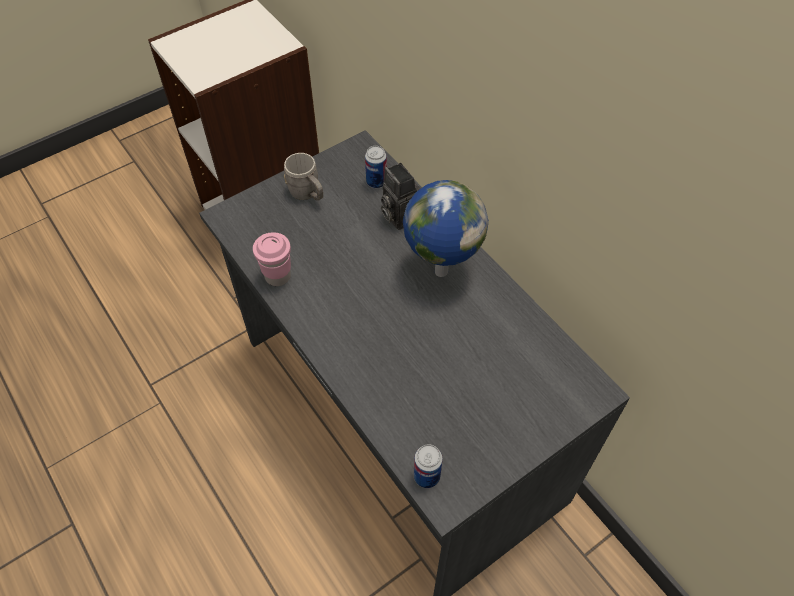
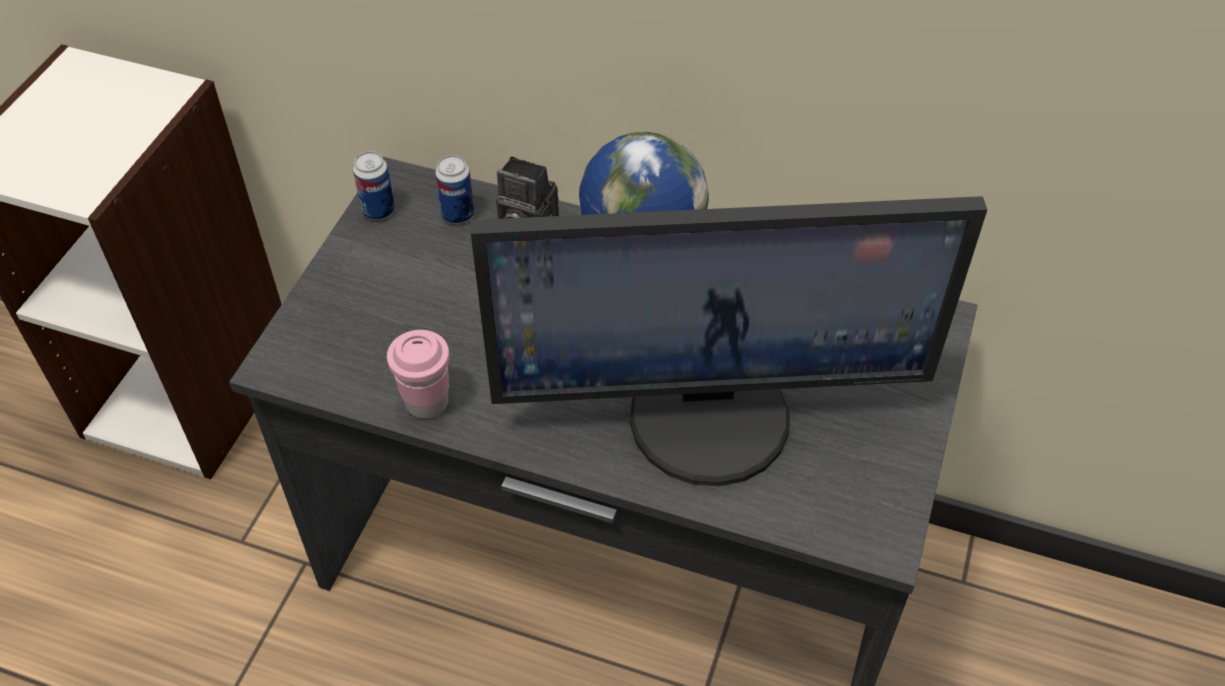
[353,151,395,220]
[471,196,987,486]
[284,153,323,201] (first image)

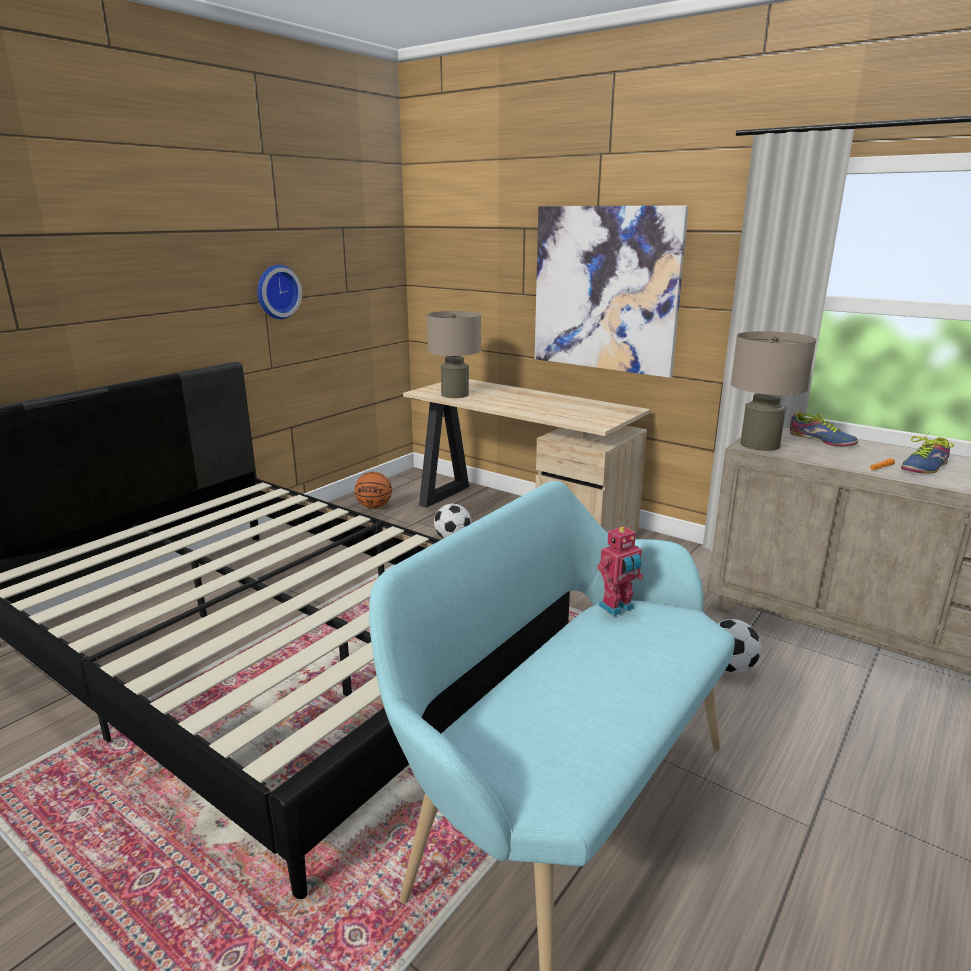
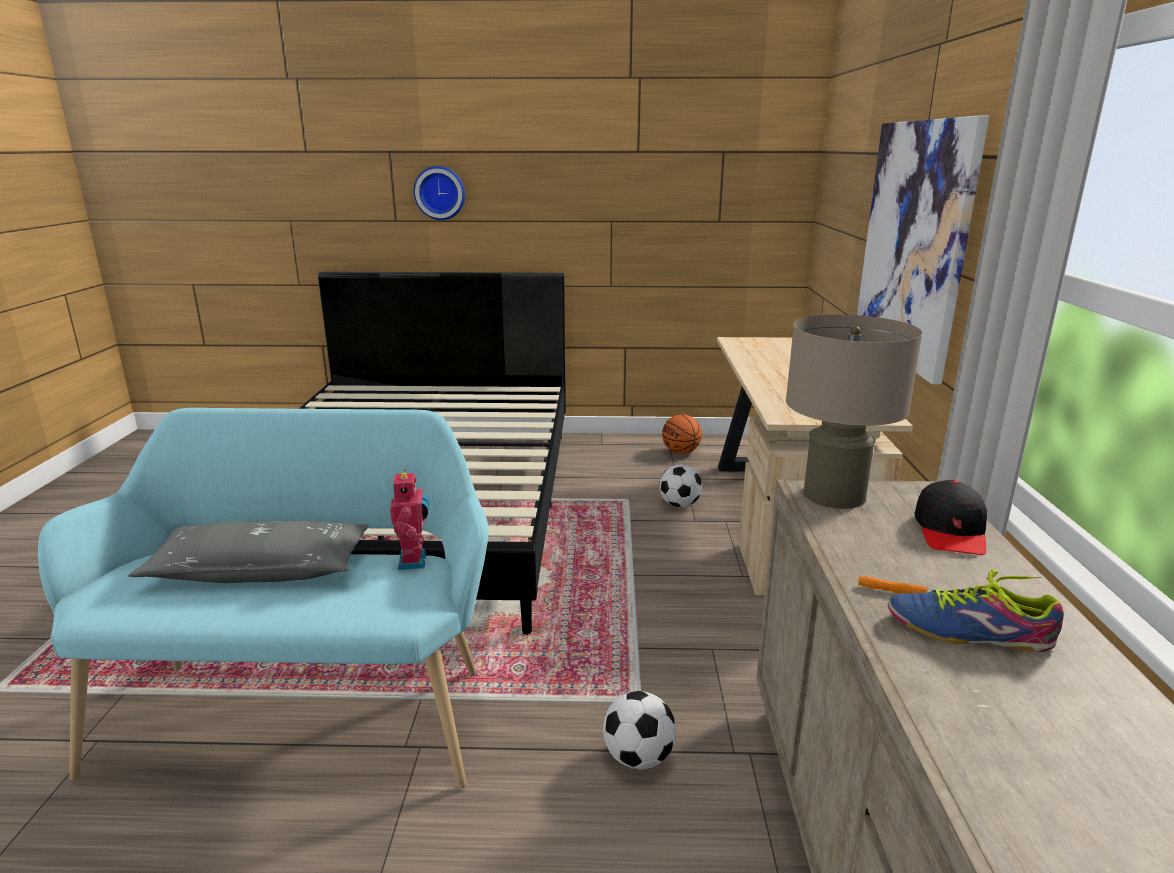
[128,521,368,583]
[390,469,430,570]
[414,166,465,220]
[914,480,987,555]
[427,311,481,398] (first image)

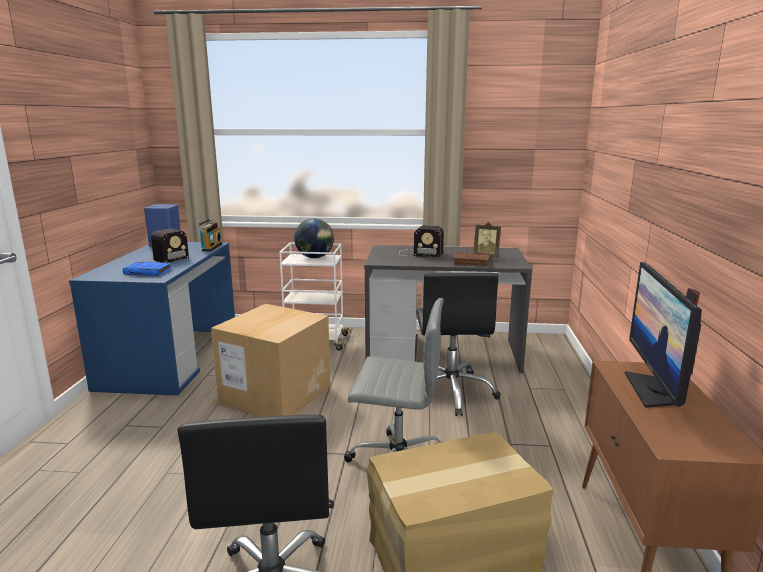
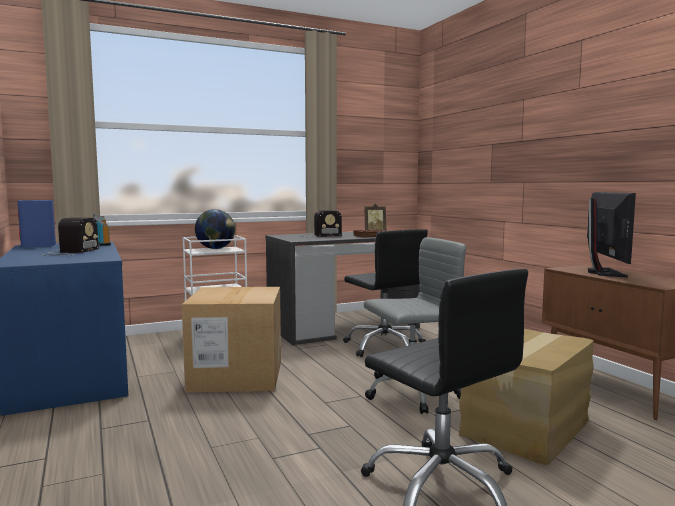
[587,192,636,278]
[123,261,172,276] (first image)

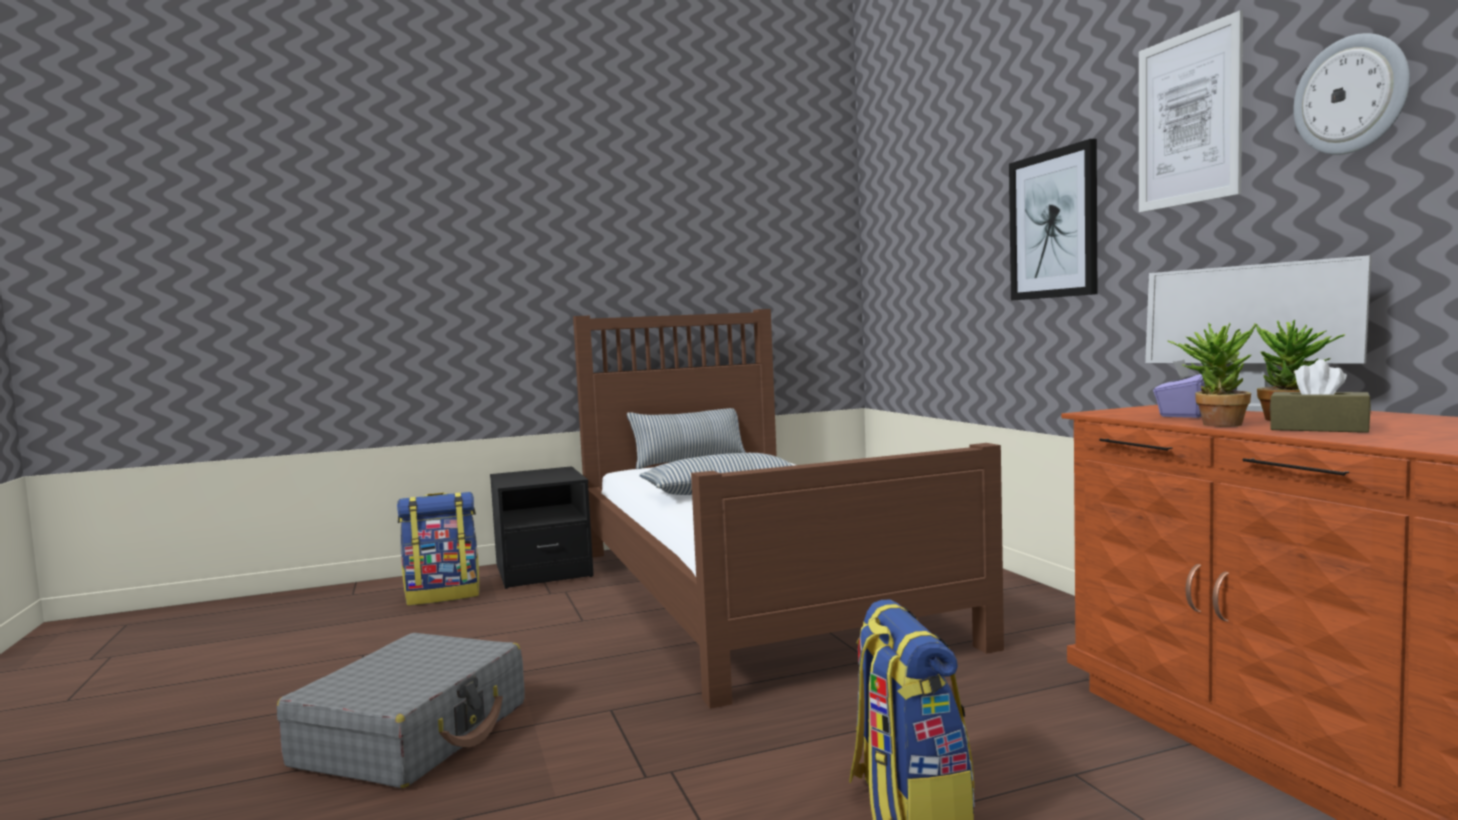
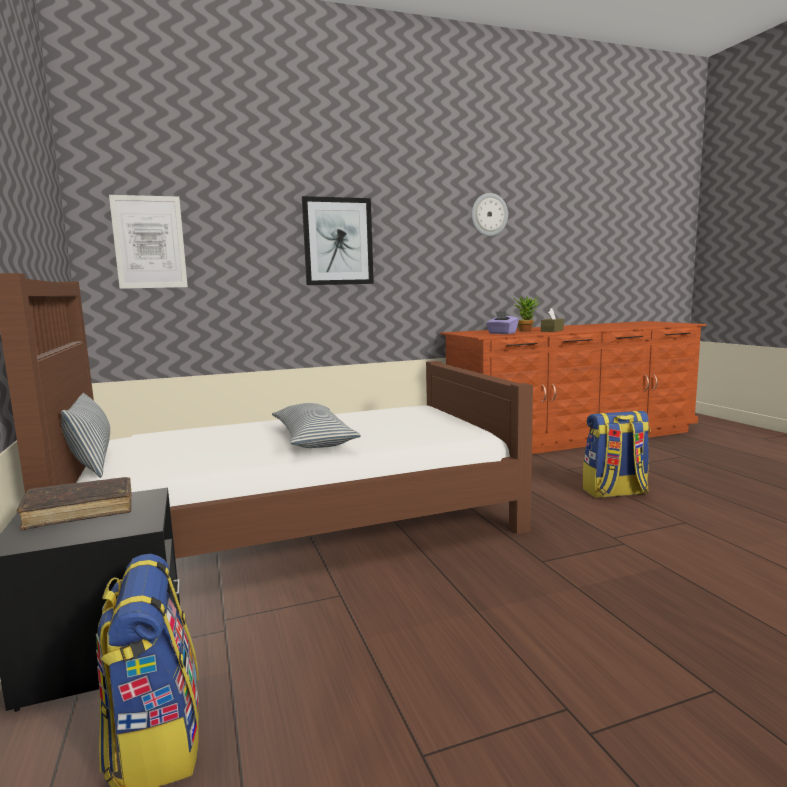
[17,477,132,530]
[109,195,188,289]
[277,633,524,788] (first image)
[1145,255,1372,412] (first image)
[1167,323,1257,427] (first image)

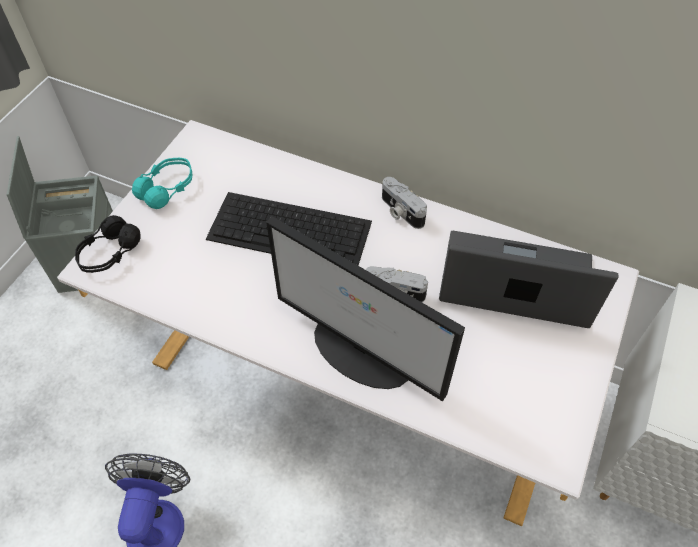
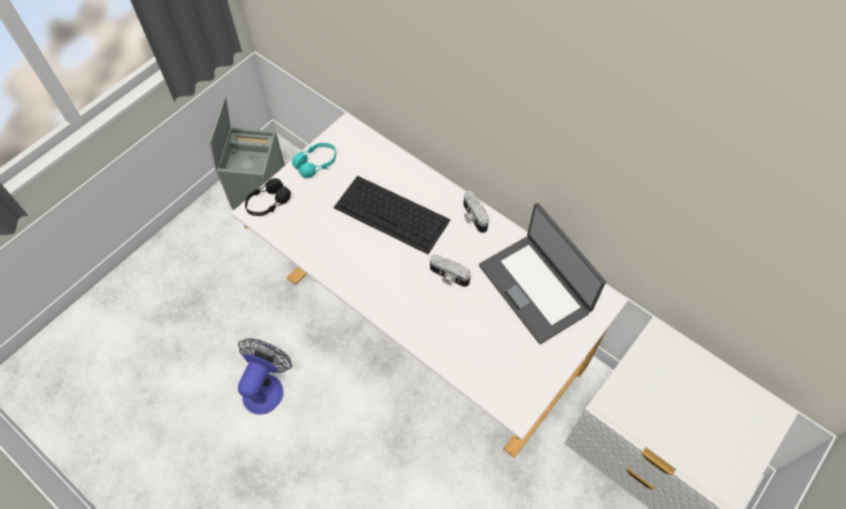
[479,203,606,344]
[266,216,465,401] (first image)

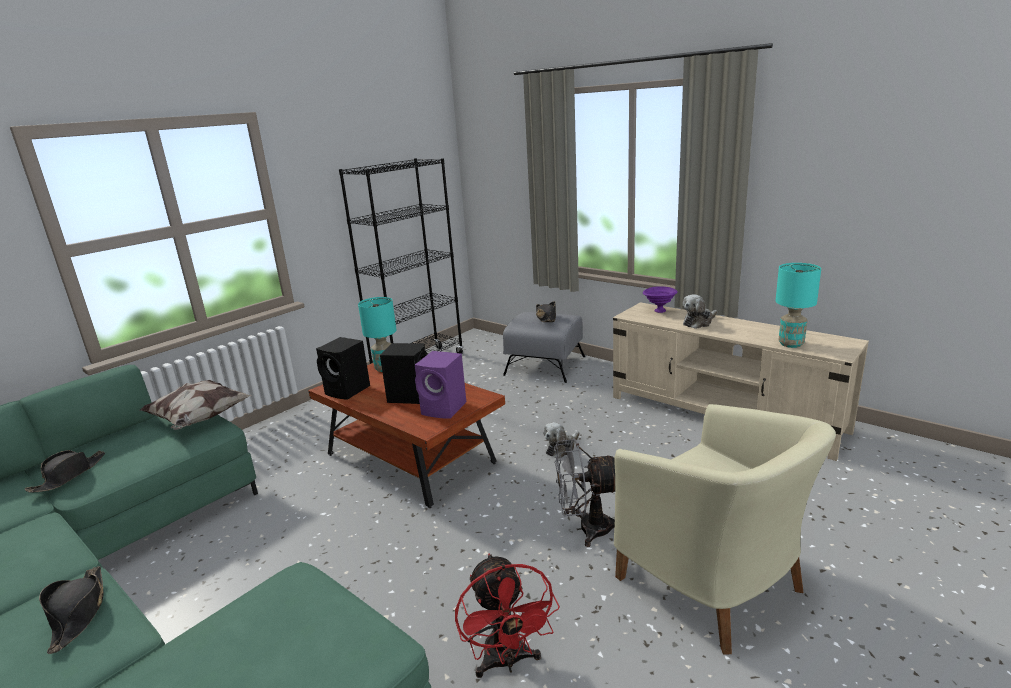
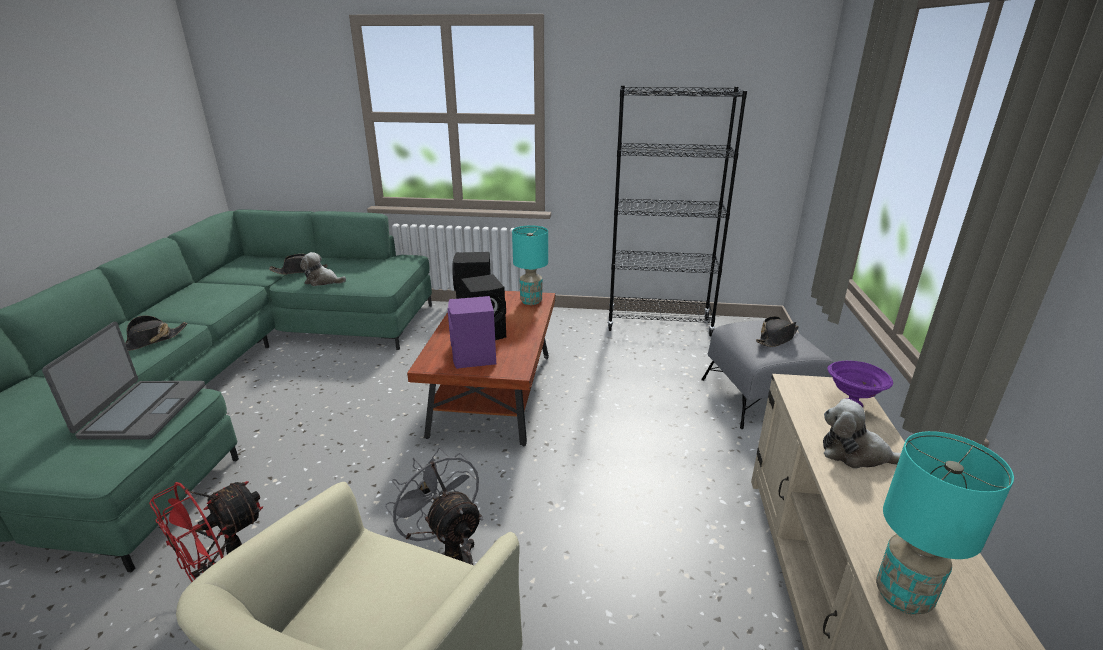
[42,321,205,439]
[300,252,346,286]
[140,380,252,430] (first image)

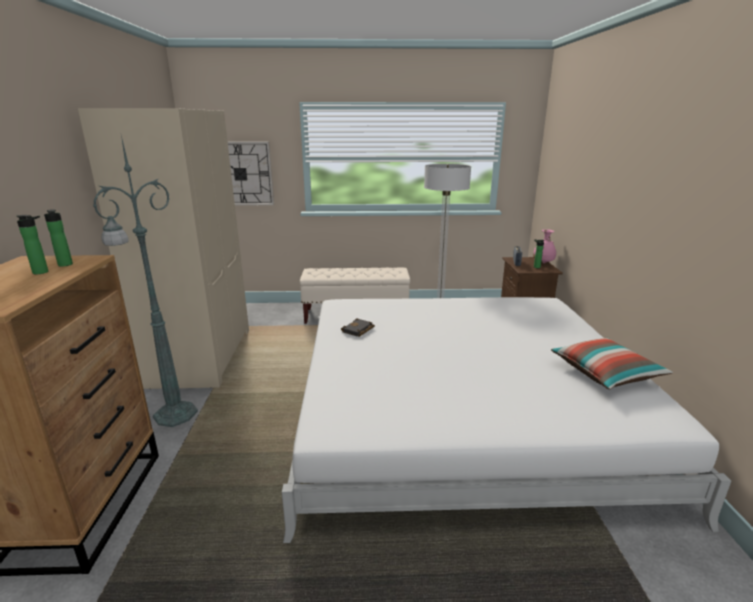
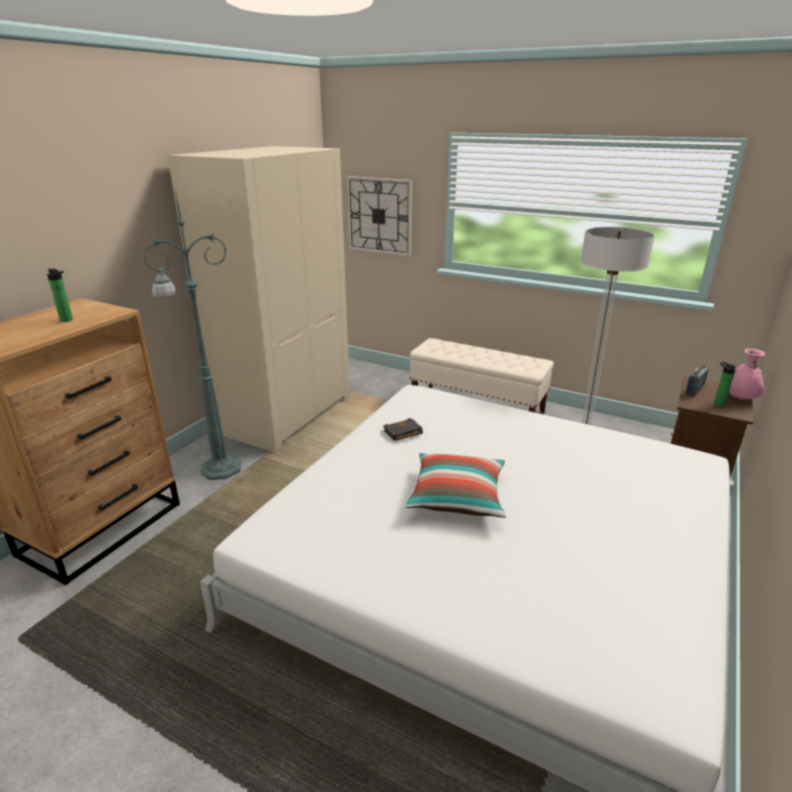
[406,453,506,518]
[44,209,73,267] (first image)

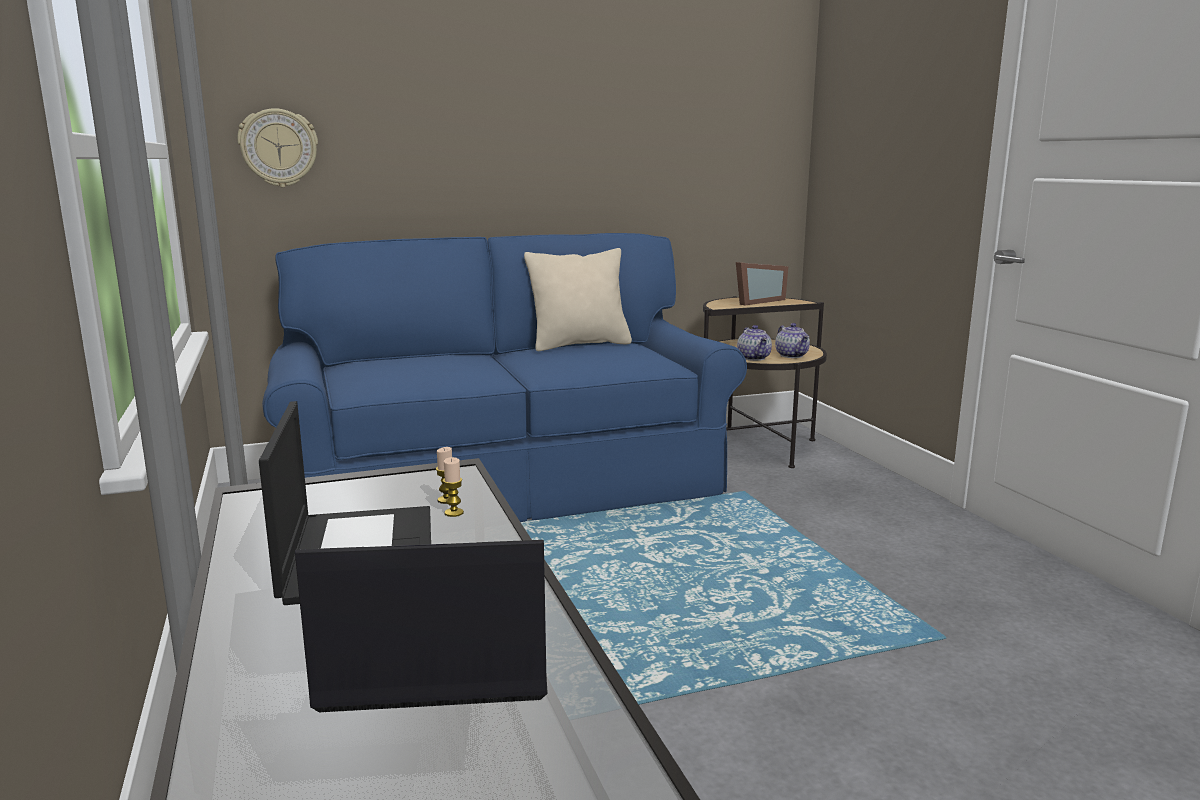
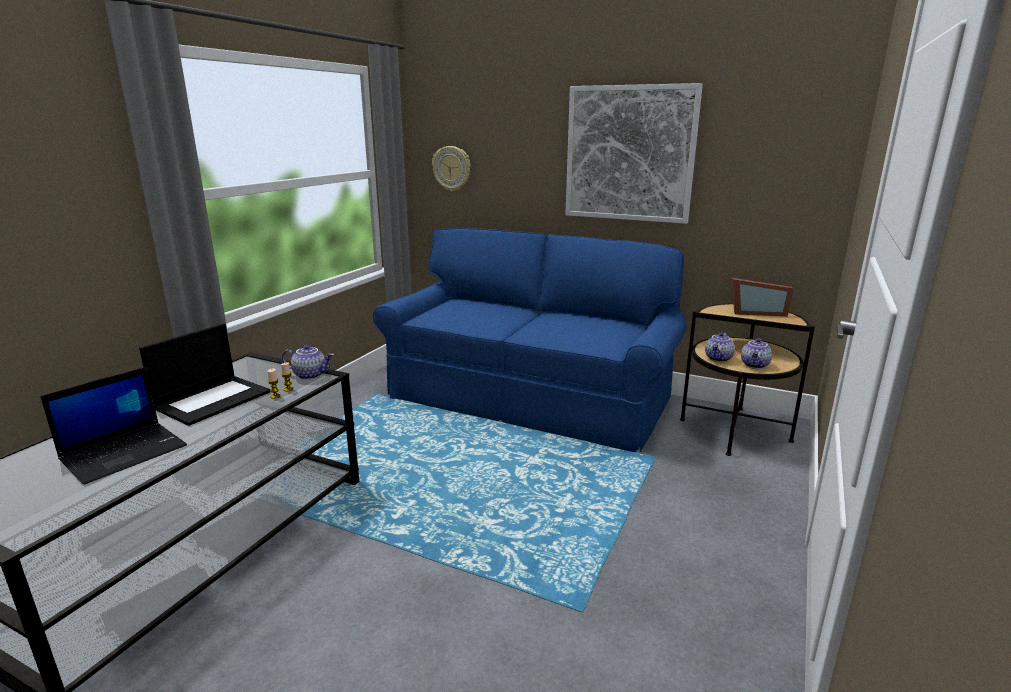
[40,367,187,485]
[282,345,334,380]
[565,83,703,224]
[524,248,632,351] (first image)

